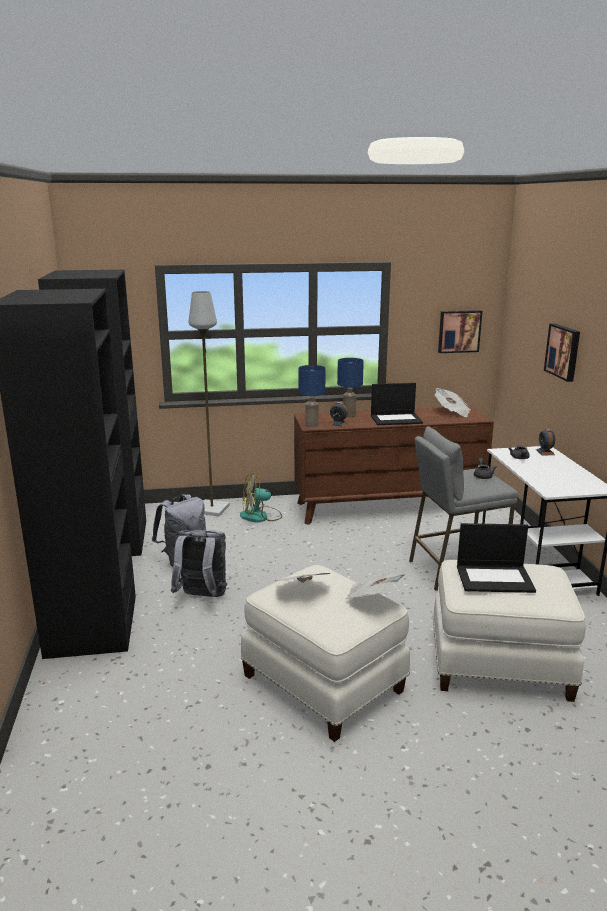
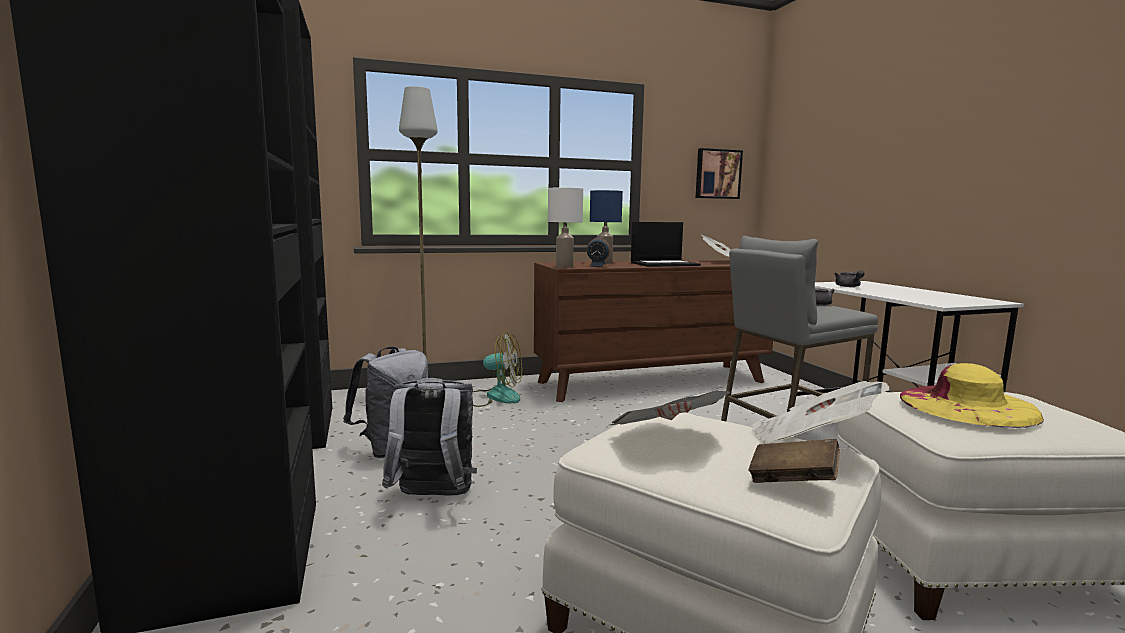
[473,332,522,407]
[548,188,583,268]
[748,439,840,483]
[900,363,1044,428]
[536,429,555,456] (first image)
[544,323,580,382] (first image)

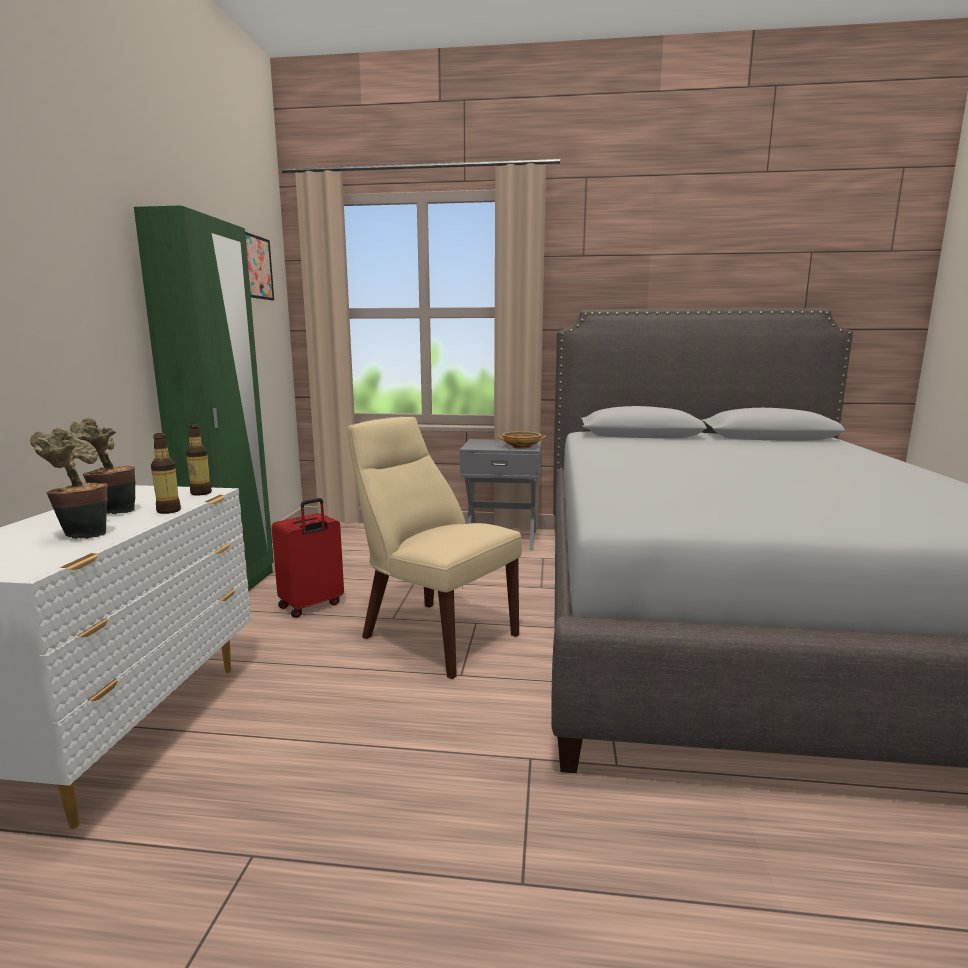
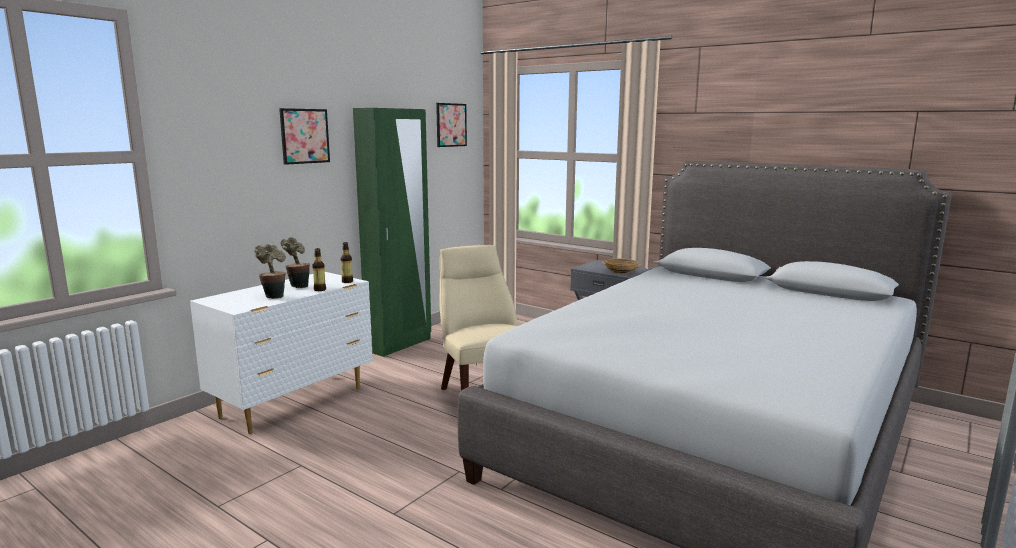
[279,108,330,165]
[272,498,344,618] (first image)

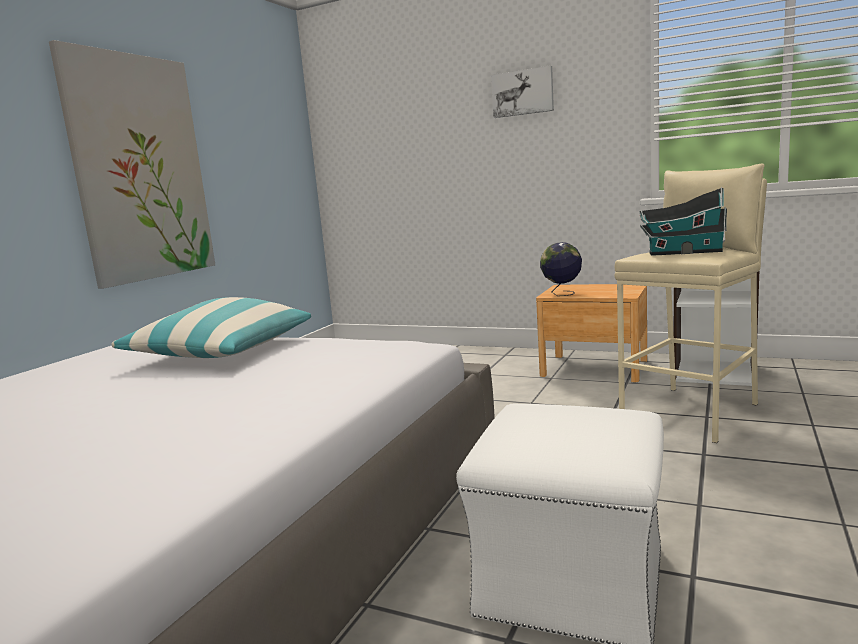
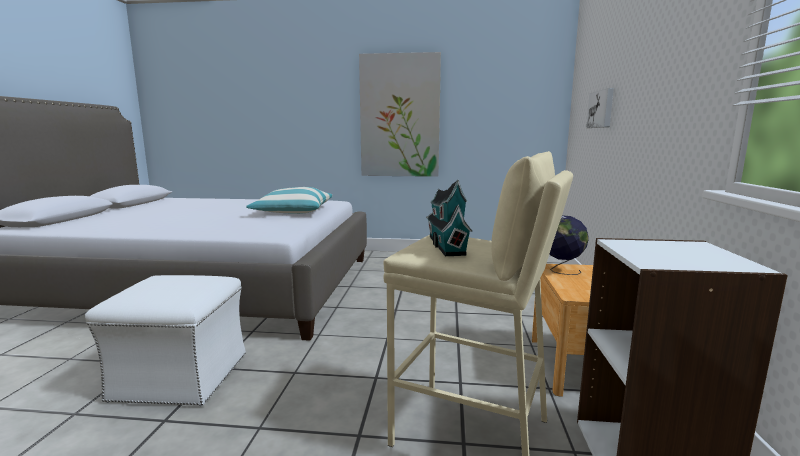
[586,88,614,128]

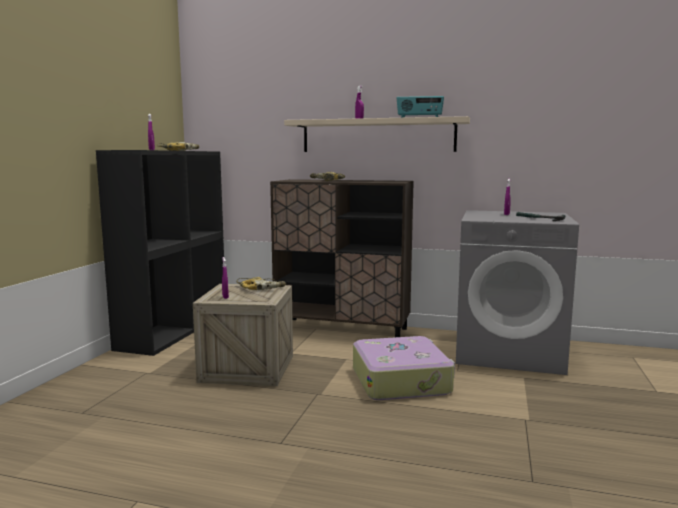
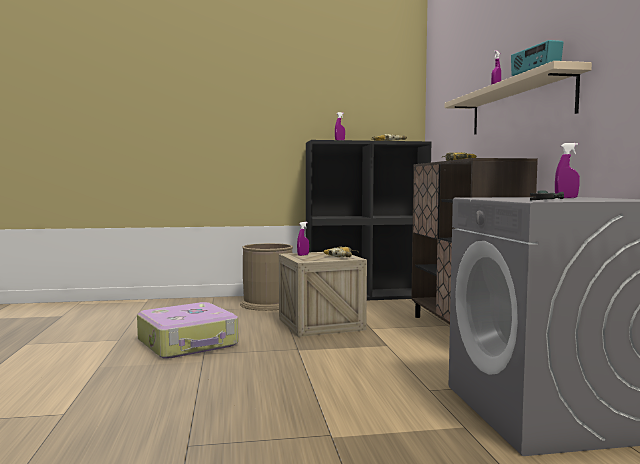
[137,302,238,359]
[240,243,293,311]

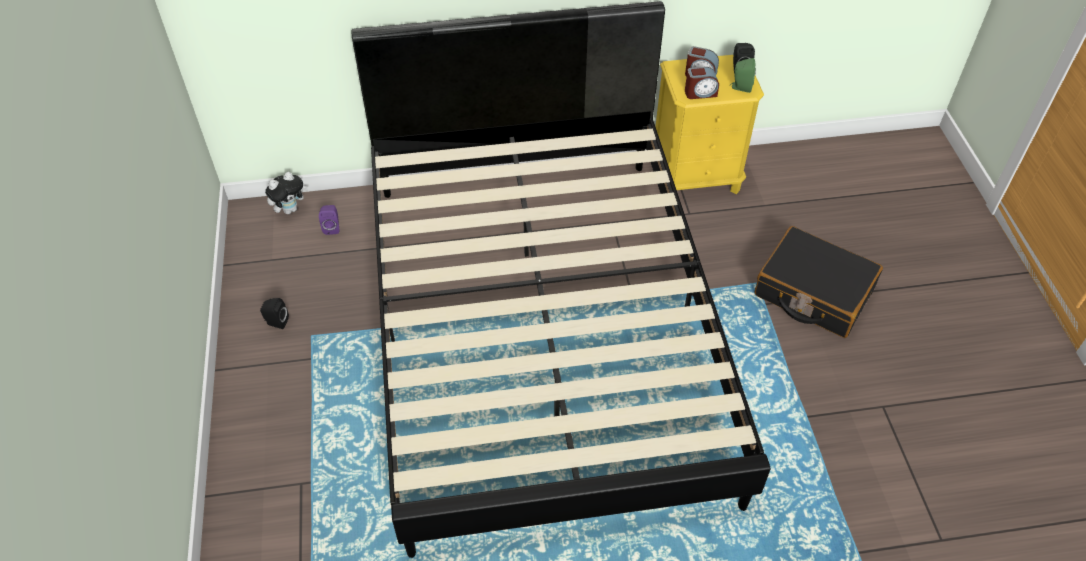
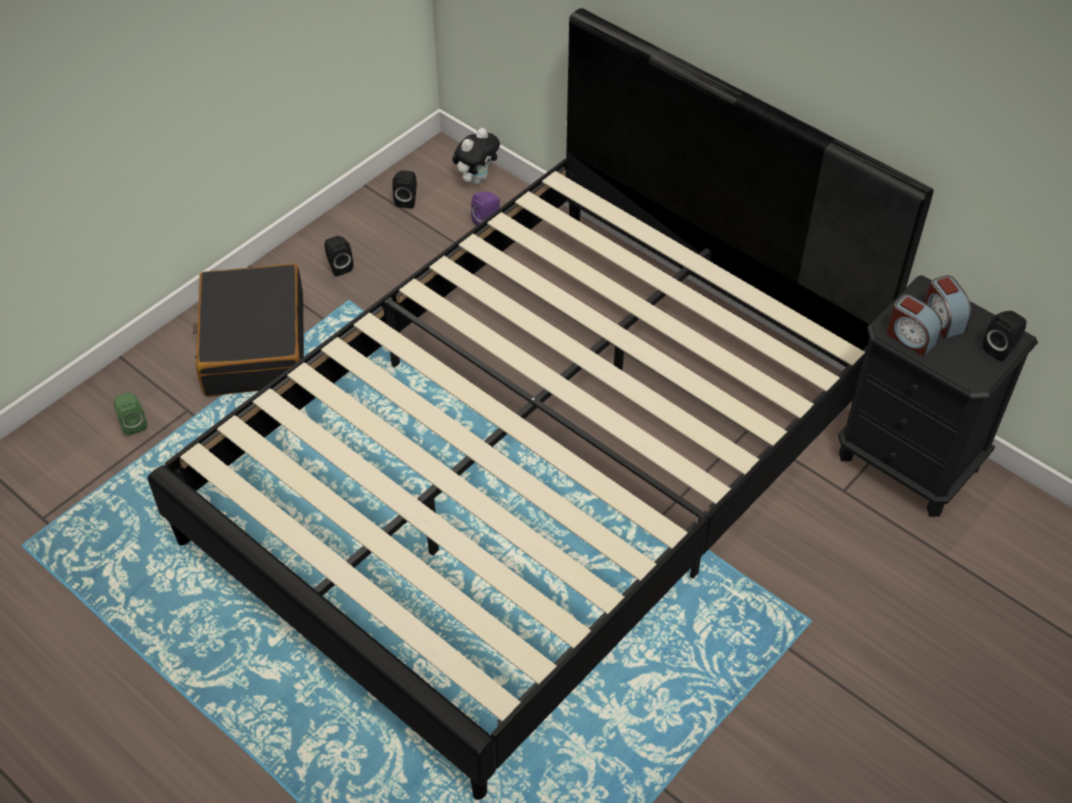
[114,392,147,436]
[193,264,304,396]
[392,170,417,208]
[452,128,500,184]
[838,275,1038,517]

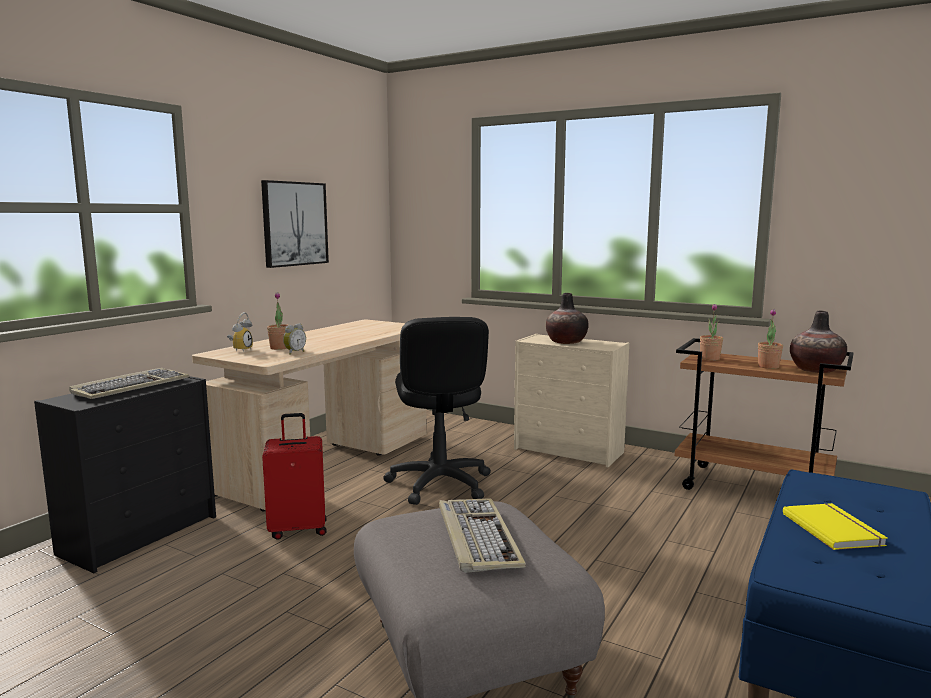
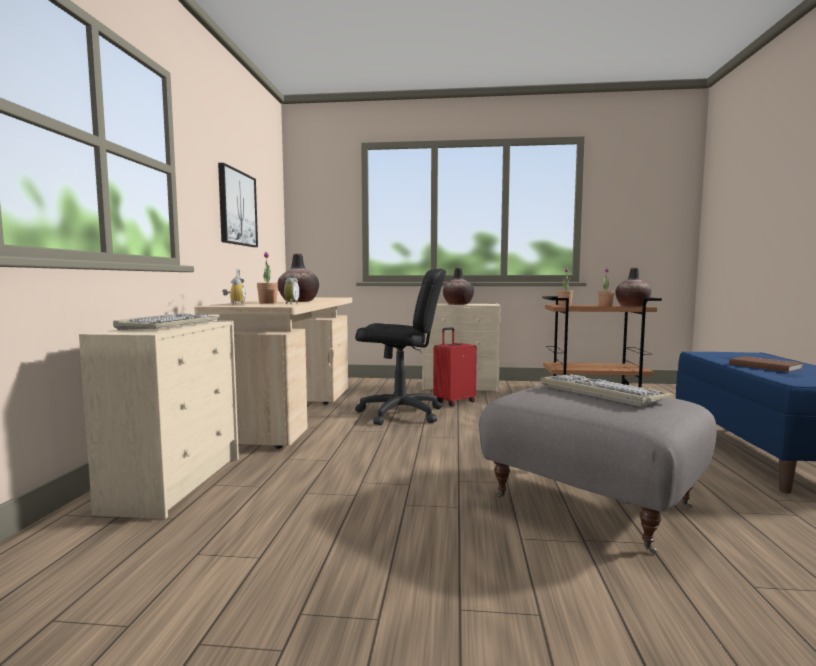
[79,321,239,519]
[278,254,319,302]
[355,269,446,425]
[433,327,477,407]
[729,356,804,372]

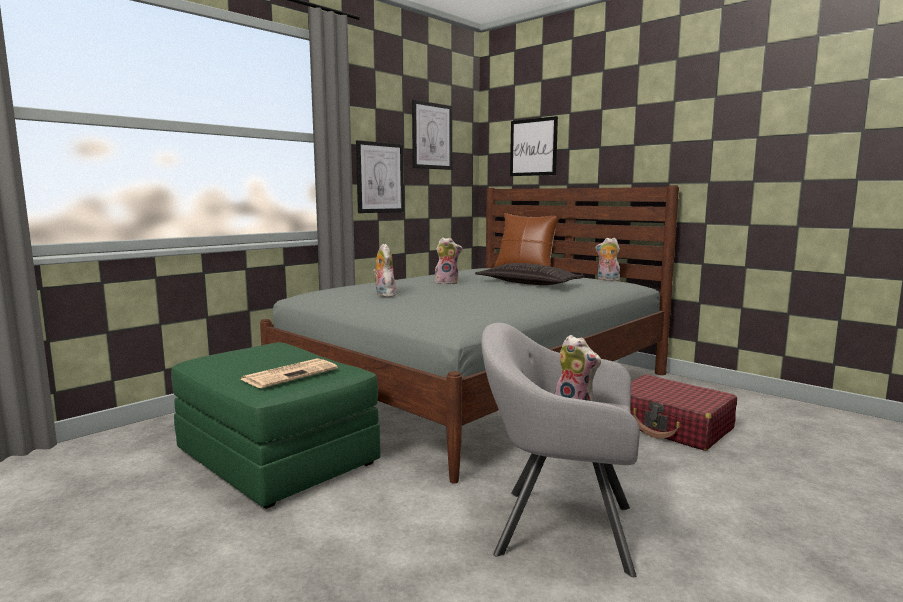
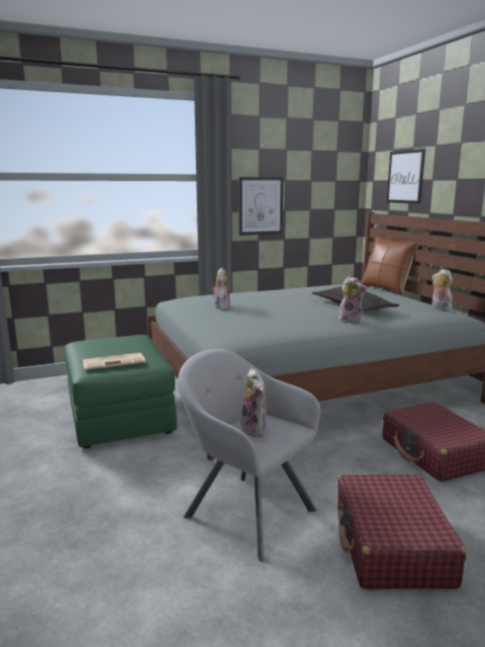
[337,277,367,323]
[337,474,466,589]
[412,100,452,170] (first image)

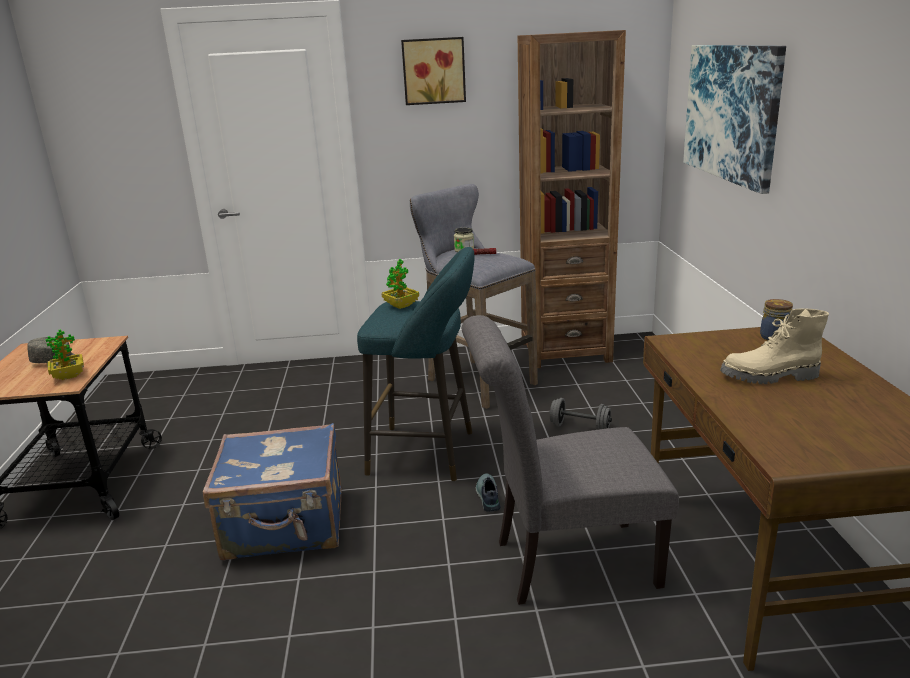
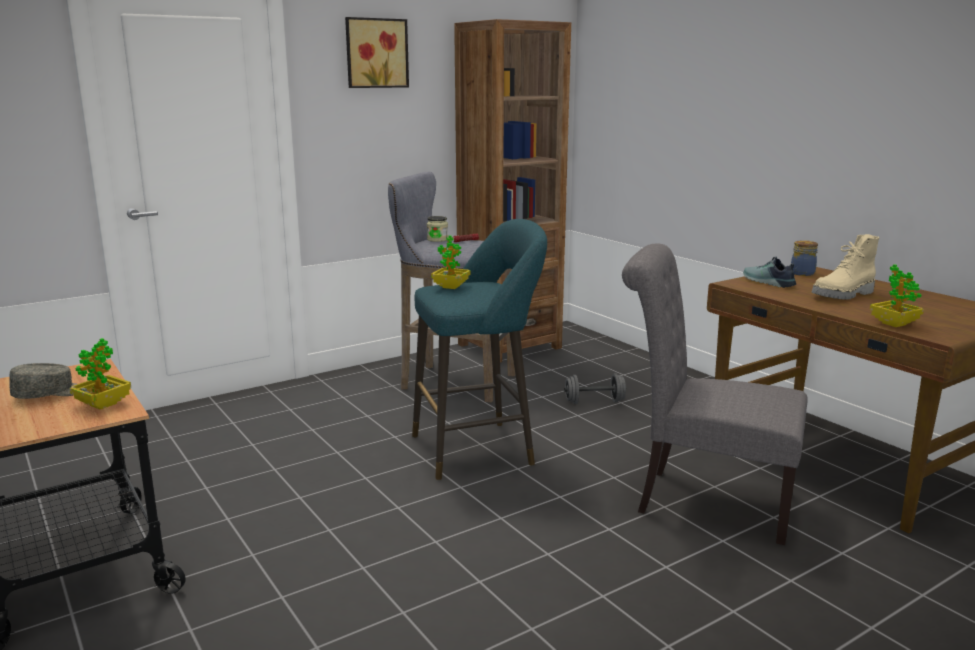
[622,243,808,545]
[743,257,796,288]
[870,264,924,327]
[203,423,342,560] (first image)
[683,45,786,194] (first image)

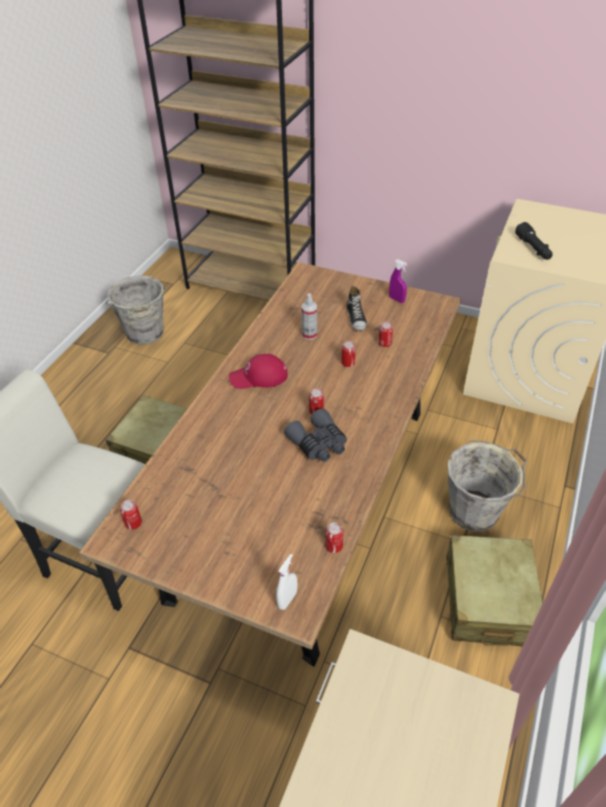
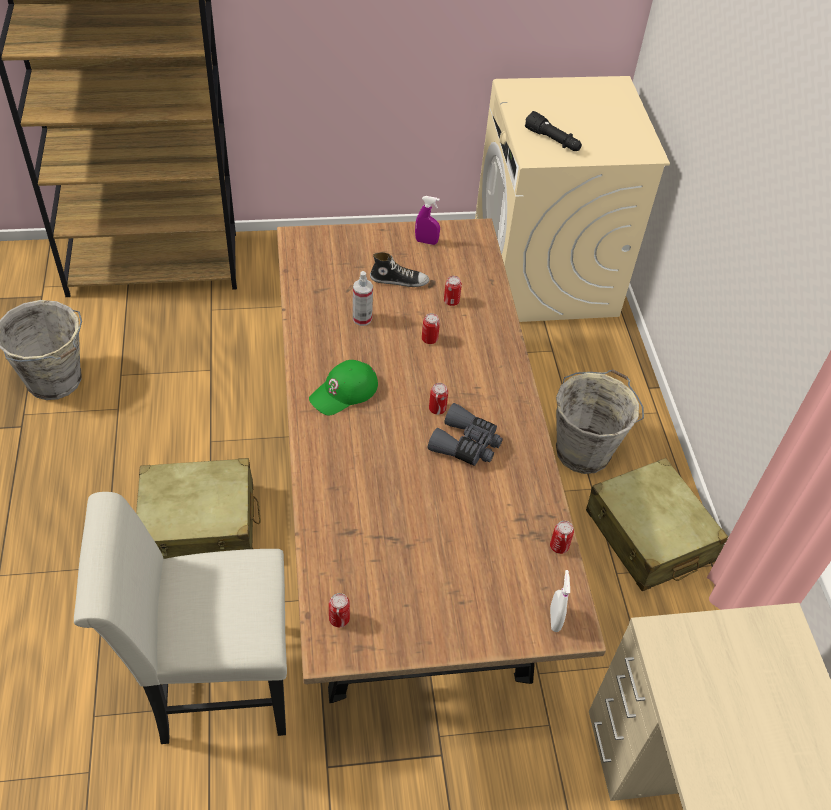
[309,360,378,415]
[370,252,429,287]

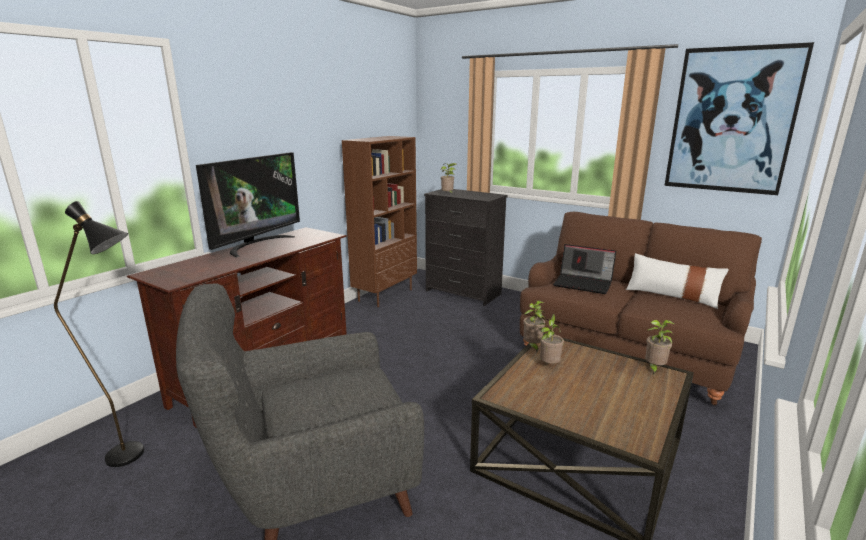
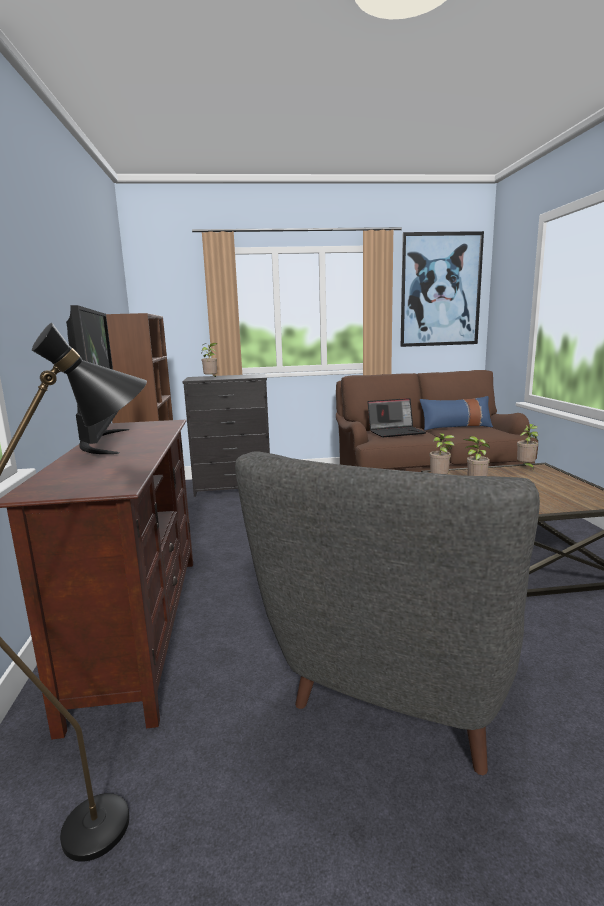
[420,396,493,431]

